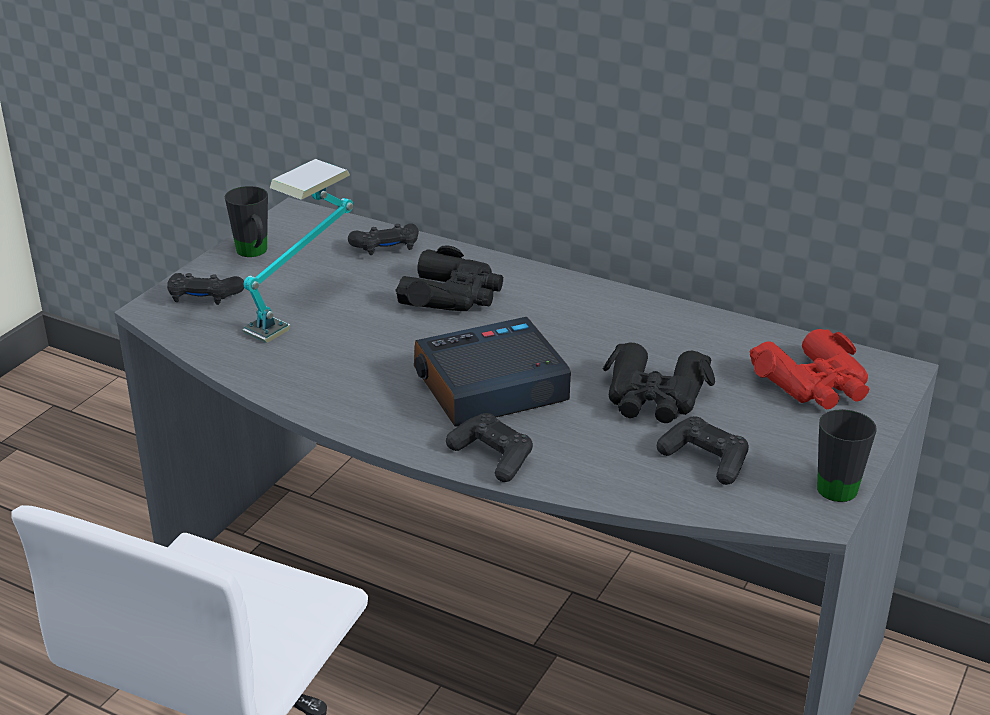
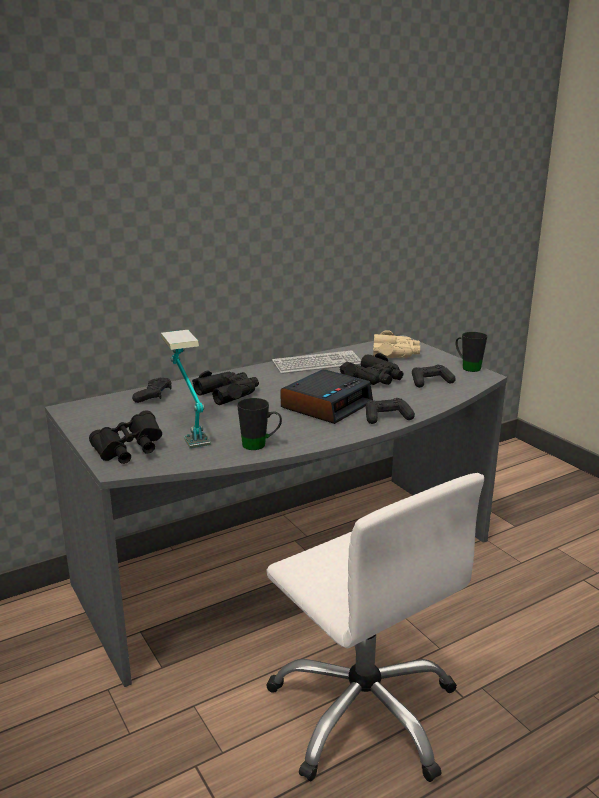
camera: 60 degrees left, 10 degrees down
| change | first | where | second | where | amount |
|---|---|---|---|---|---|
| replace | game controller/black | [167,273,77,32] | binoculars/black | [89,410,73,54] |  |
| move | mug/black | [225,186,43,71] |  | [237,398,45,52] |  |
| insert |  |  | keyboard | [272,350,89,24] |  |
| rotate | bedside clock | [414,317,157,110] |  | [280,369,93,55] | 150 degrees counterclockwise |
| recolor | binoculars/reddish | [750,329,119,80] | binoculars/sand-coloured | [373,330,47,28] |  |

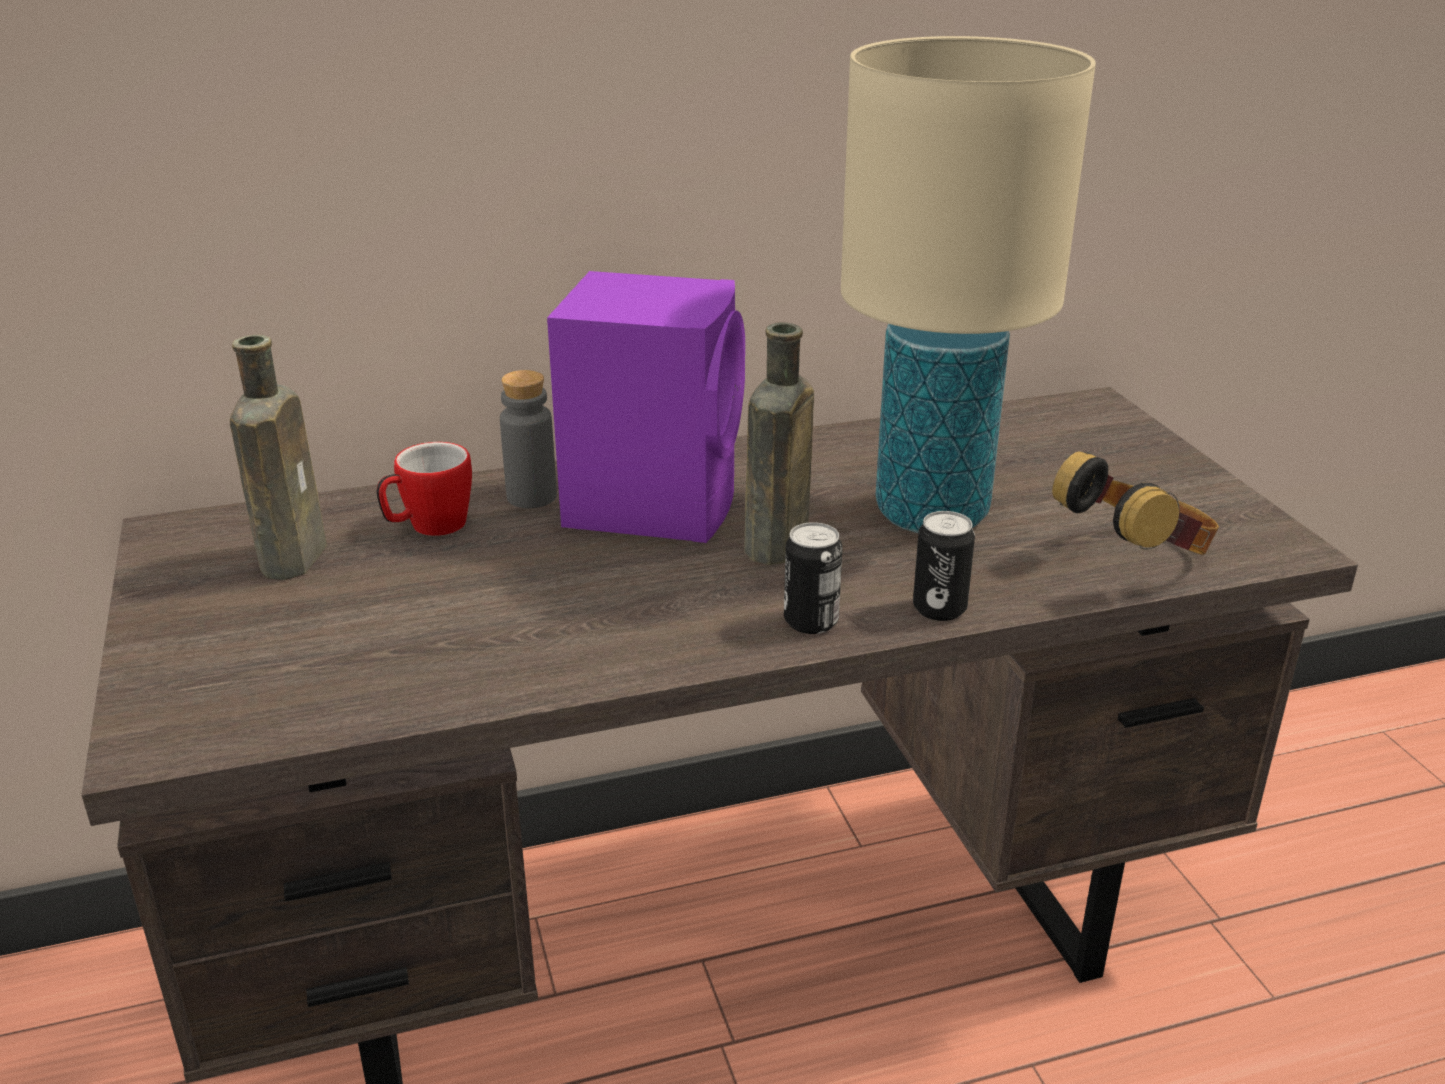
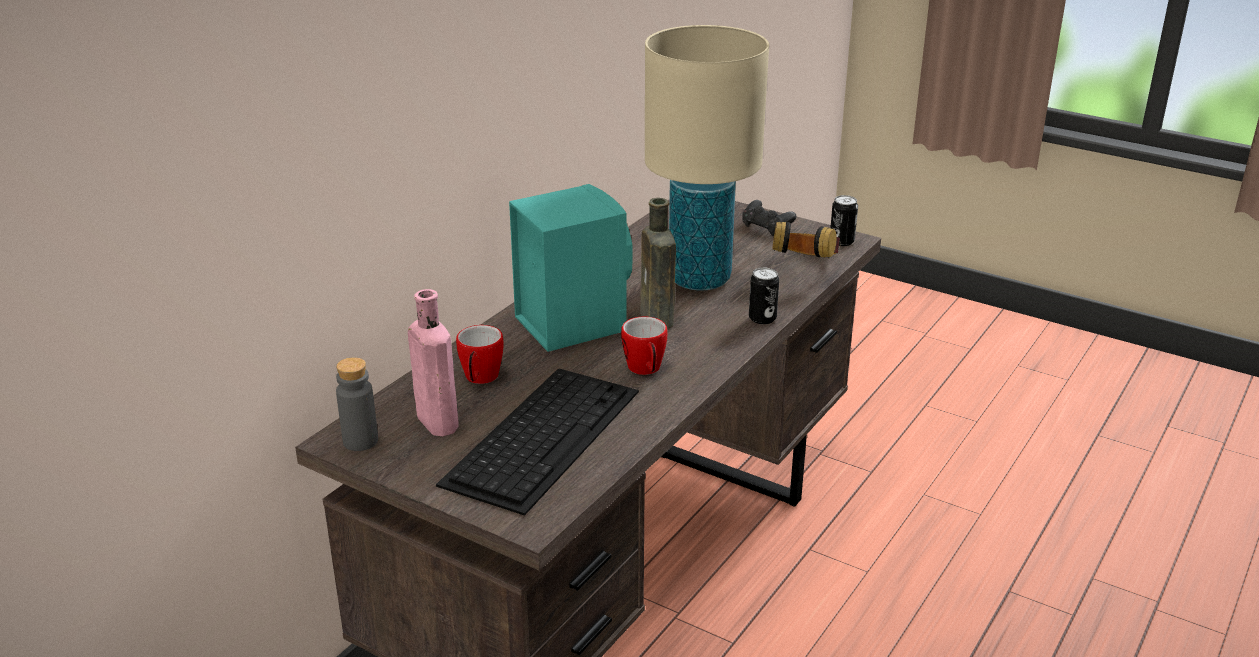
camera: 40 degrees left, 0 degrees up
| change | first | where | second | where | amount |
|---|---|---|---|---|---|
| move | beverage bottle/greyish | [500,370,57,138] |  | [336,357,42,94] |  |
| recolor | beverage bottle/brownish | [230,335,97,245] | beverage bottle/pink-coloured | [408,289,51,147] |  |
| insert |  |  | keyboard | [436,368,203,148] |  |
| recolor | audio speaker/purple-coloured | [547,271,198,272] | audio speaker/turquoise | [509,184,123,168] |  |
| insert |  |  | mug | [621,317,46,58] |  |
| insert |  |  | game controller/black | [742,200,55,36] |  |
| move | can | [784,522,59,112] |  | [830,195,28,51] |  |

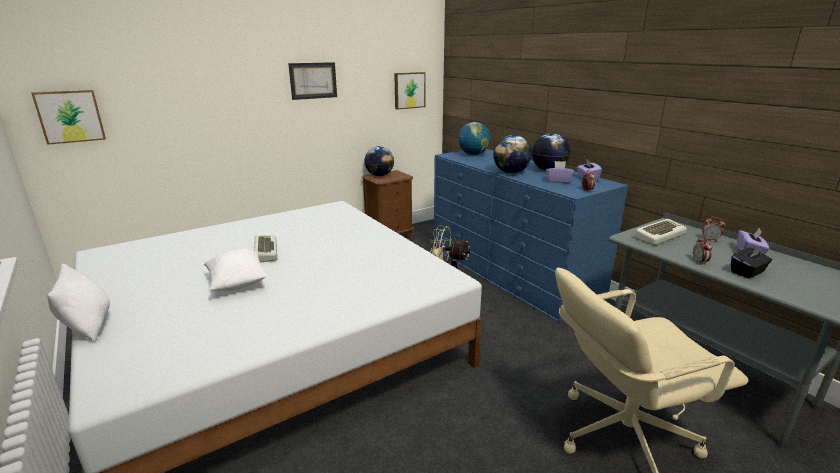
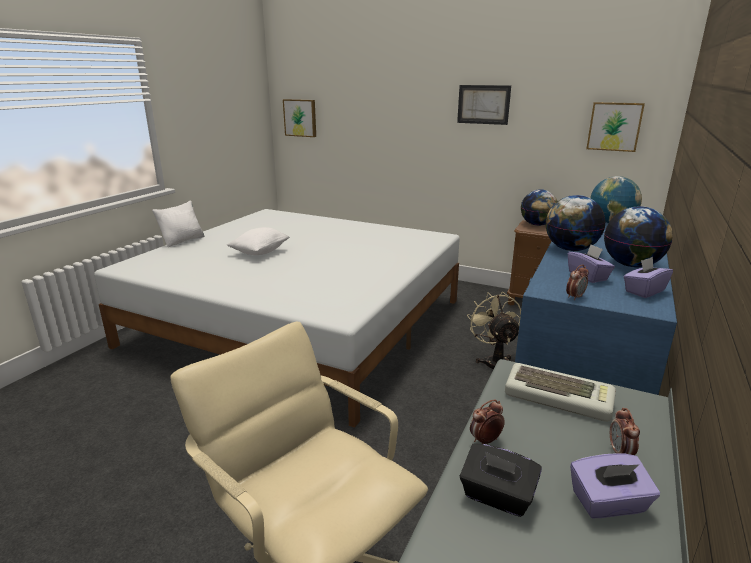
camera: 60 degrees right, 0 degrees up
| change | first | where | second | where | amount |
|---|---|---|---|---|---|
| delete | keyboard | [254,235,23,27] |  |  |  |

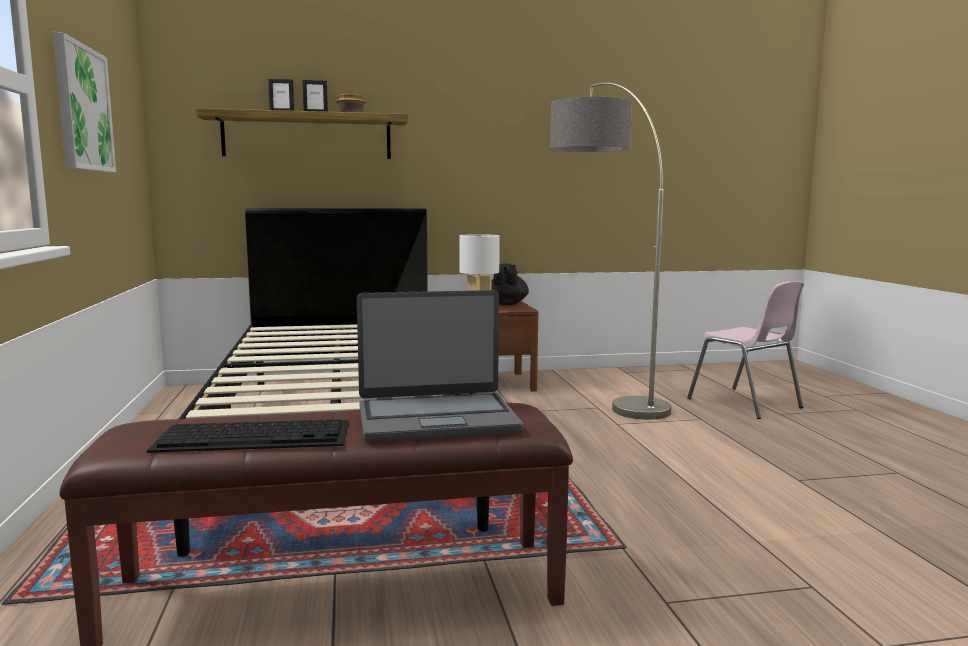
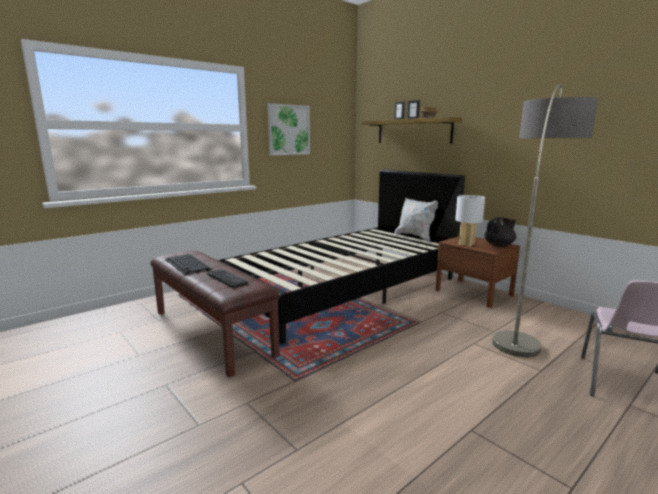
camera: 60 degrees right, 5 degrees up
| change | first | where | second | where | amount |
|---|---|---|---|---|---|
| replace | laptop | [357,290,166,152] | keyboard | [207,269,41,19] |  |
| insert |  |  | pillow/white | [394,197,44,45] |  |

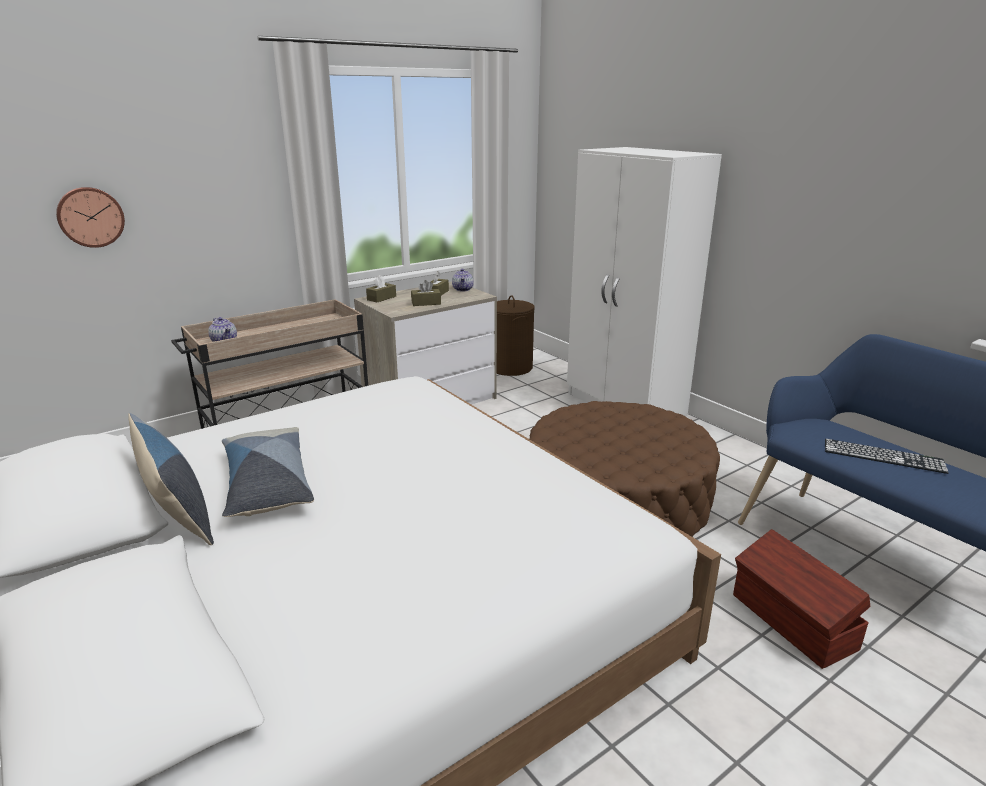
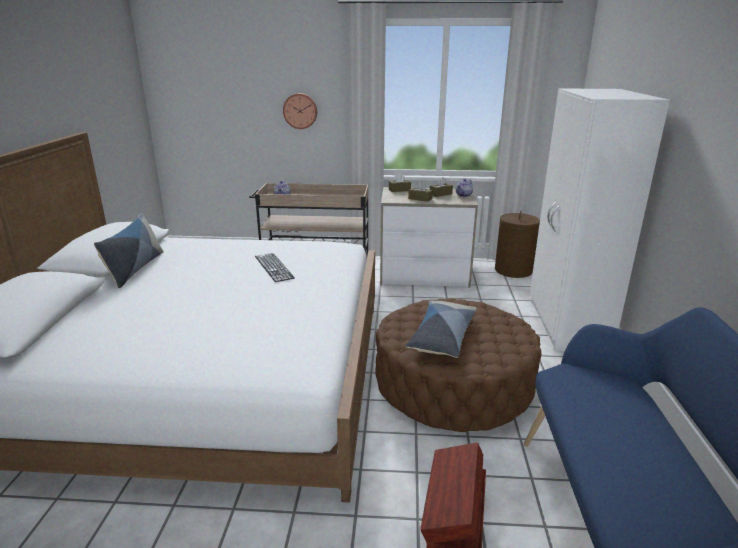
camera: 40 degrees right, 0 degrees up
| change | first | where | second | where | amount |
|---|---|---|---|---|---|
| move | keyboard | [825,439,124,35] |  | [255,253,40,29] |  |
| move | clock on the wall | [56,187,69,61] |  | [283,93,34,36] |  |
| move | pillow | [222,427,92,90] |  | [405,300,72,58] |  |

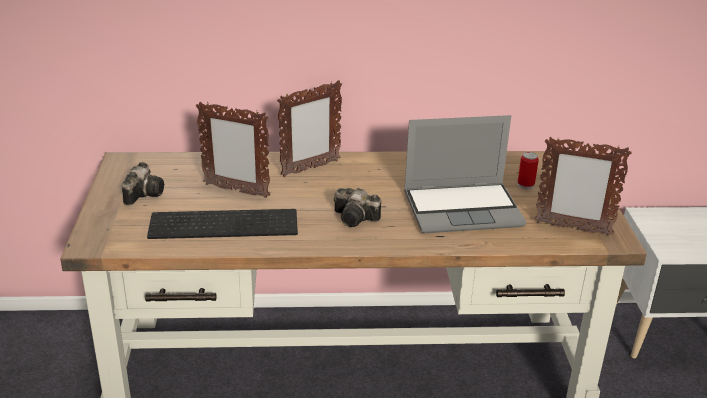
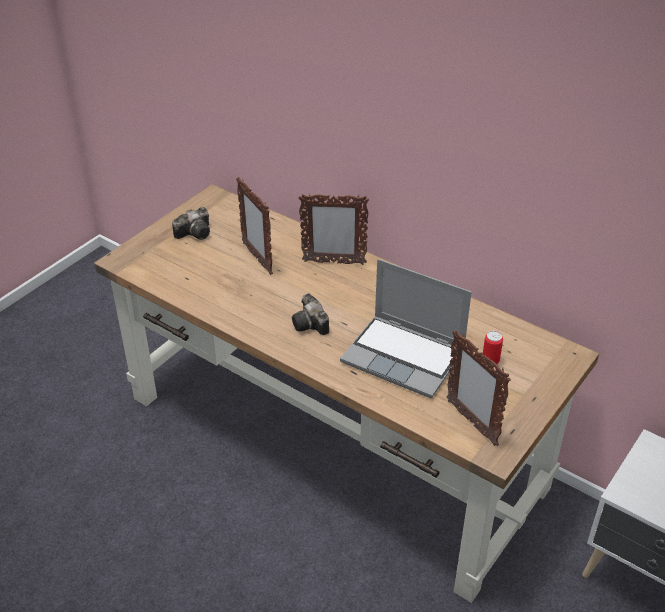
camera: 40 degrees right, 10 degrees up
| change | first | where | second | where | amount |
|---|---|---|---|---|---|
| delete | keyboard | [147,209,151,30] |  |  |  |

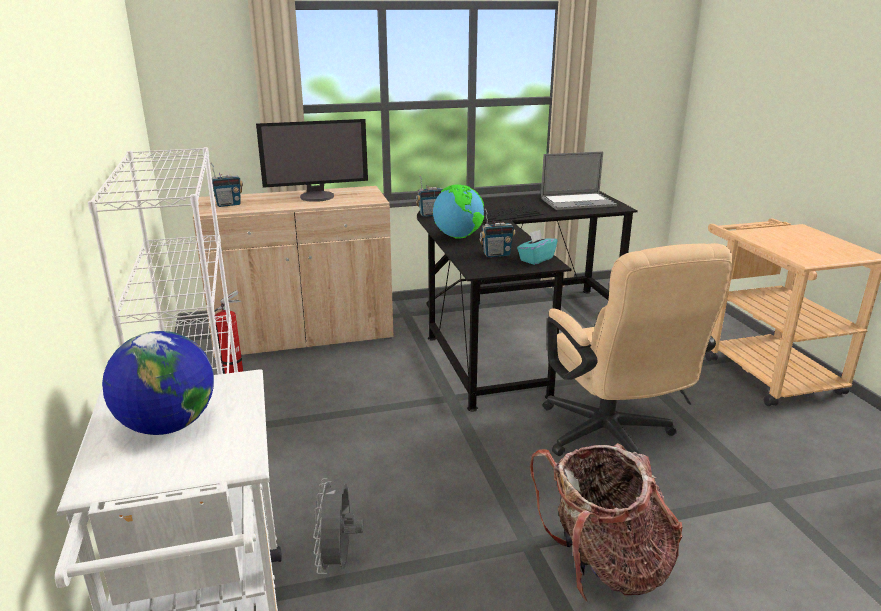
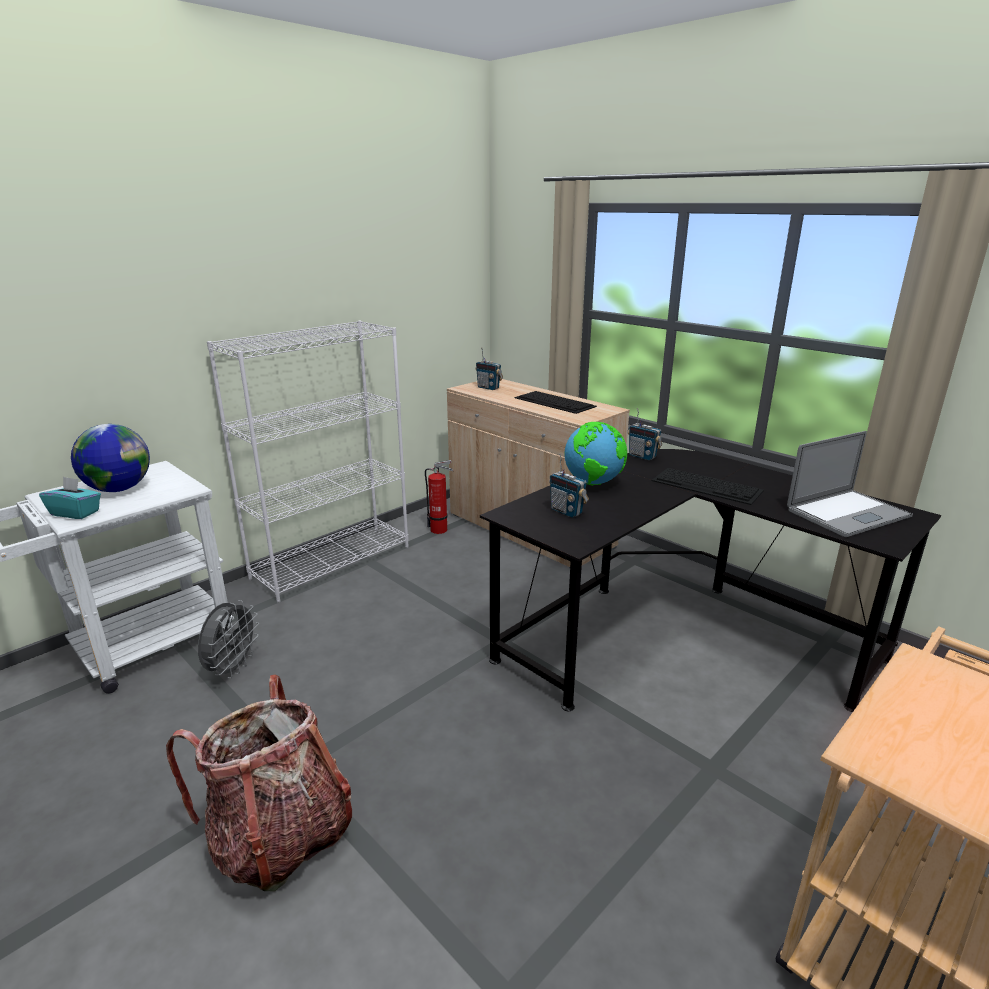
camera: 60 degrees right, 0 degrees up
| change | first | where | second | where | amount |
|---|---|---|---|---|---|
| move | box of tissues/turquoise | [517,230,41,35] |  | [39,477,62,42] |  |
| rotate | cooling fan/greyish | [313,478,51,96] |  | [198,600,61,78] | 135 degrees clockwise |
| replace | computer display | [256,119,112,83] | keyboard | [514,391,83,23] |  |
| rotate | laptop | [541,151,76,59] |  | [787,431,126,106] | 75 degrees counterclockwise |
| delete | computer chair/sand-coloured | [542,243,191,213] |  |  |  |

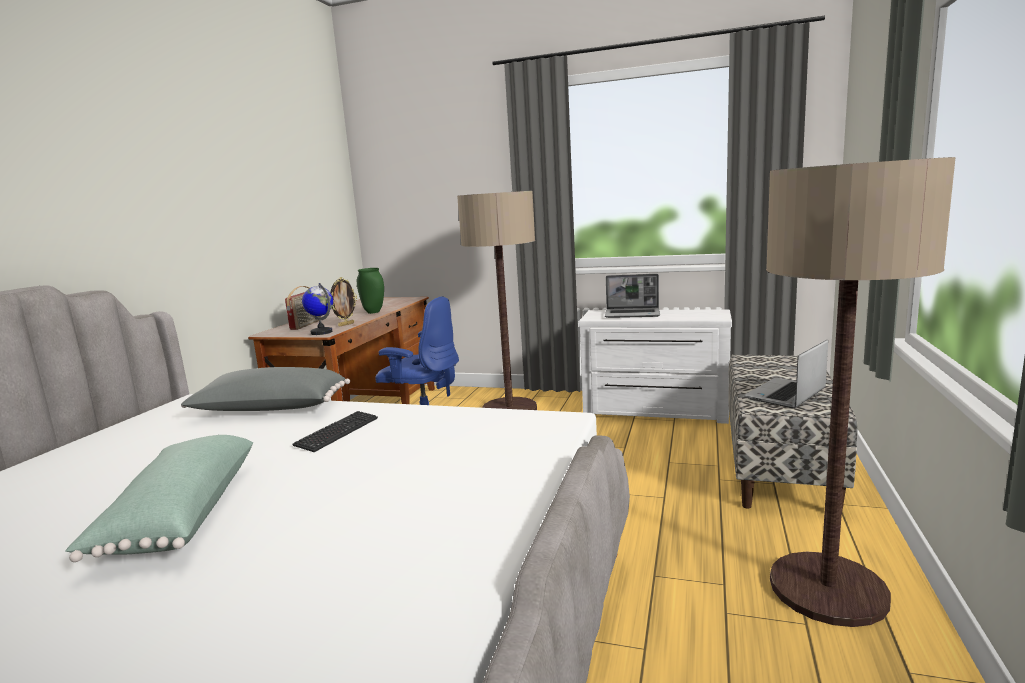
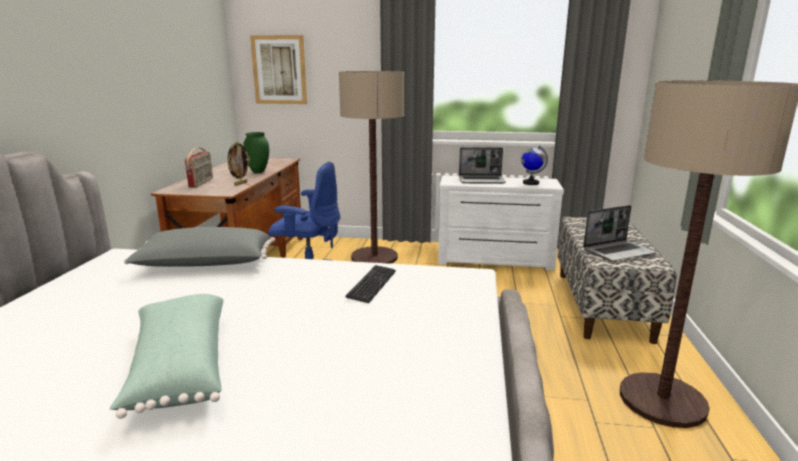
camera: 10 degrees left, 5 degrees up
| change | first | where | second | where | amount |
|---|---|---|---|---|---|
| insert |  |  | wall picture | [250,35,57,69] |  |
| move | keyboard | [292,411,86,41] |  | [345,265,51,38] |  |
| move | world globe | [302,283,31,52] |  | [521,145,27,40] |  |
| rotate | laptop | [744,340,84,68] |  | [583,205,73,56] | 150 degrees counterclockwise |

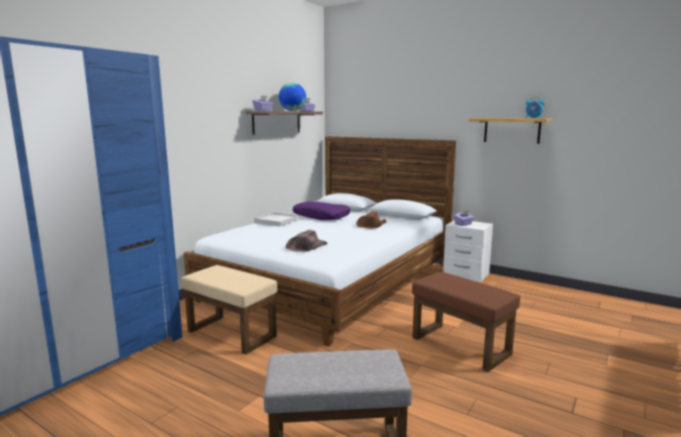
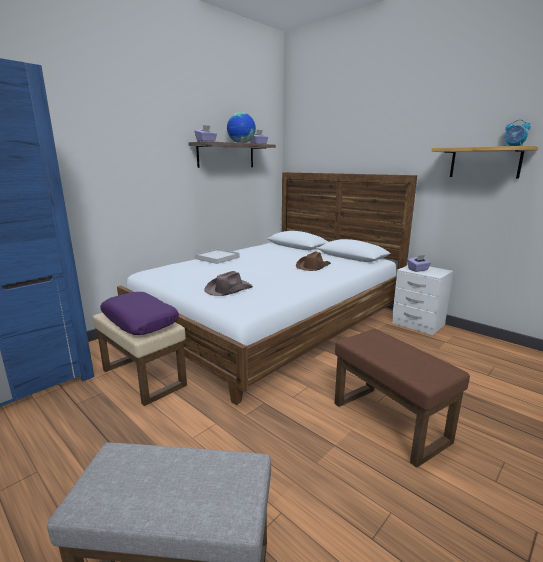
camera: 10 degrees right, 5 degrees up
| change | first | where | second | where | amount |
|---|---|---|---|---|---|
| move | pillow/purple-coloured | [293,201,58,19] |  | [100,292,79,43] |  |

